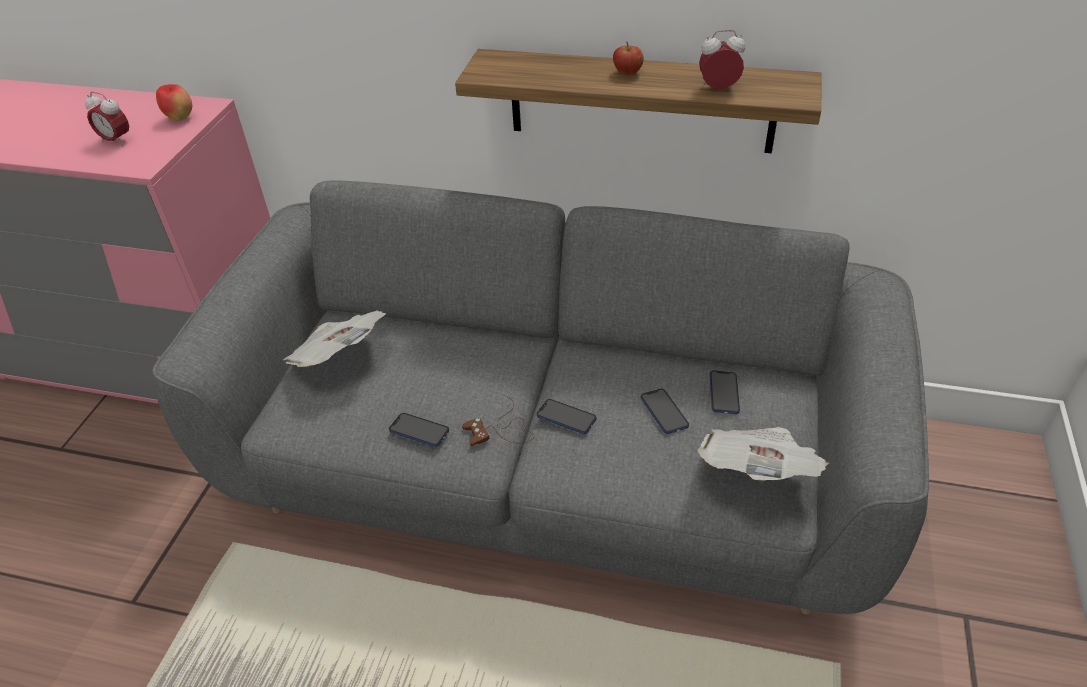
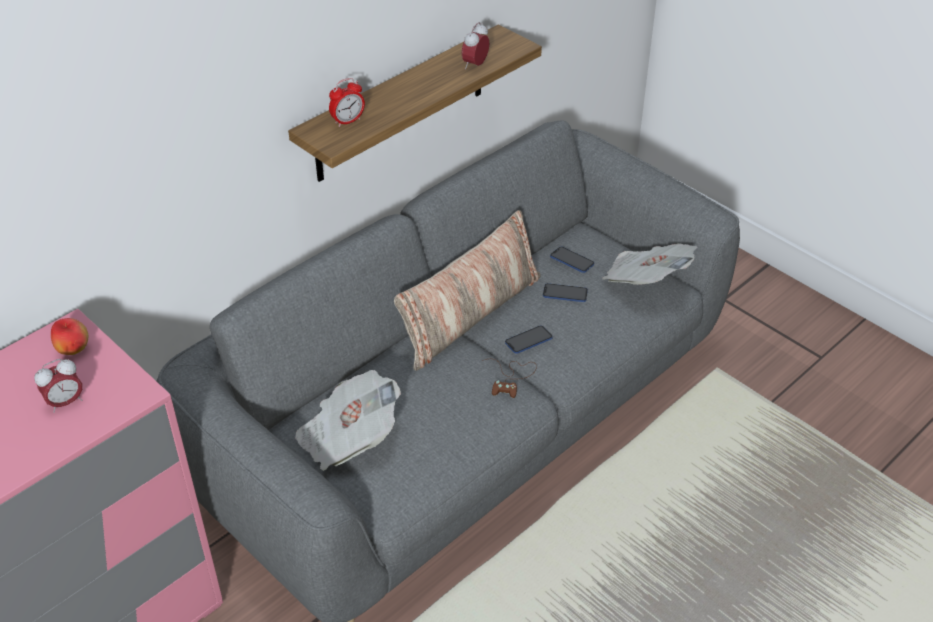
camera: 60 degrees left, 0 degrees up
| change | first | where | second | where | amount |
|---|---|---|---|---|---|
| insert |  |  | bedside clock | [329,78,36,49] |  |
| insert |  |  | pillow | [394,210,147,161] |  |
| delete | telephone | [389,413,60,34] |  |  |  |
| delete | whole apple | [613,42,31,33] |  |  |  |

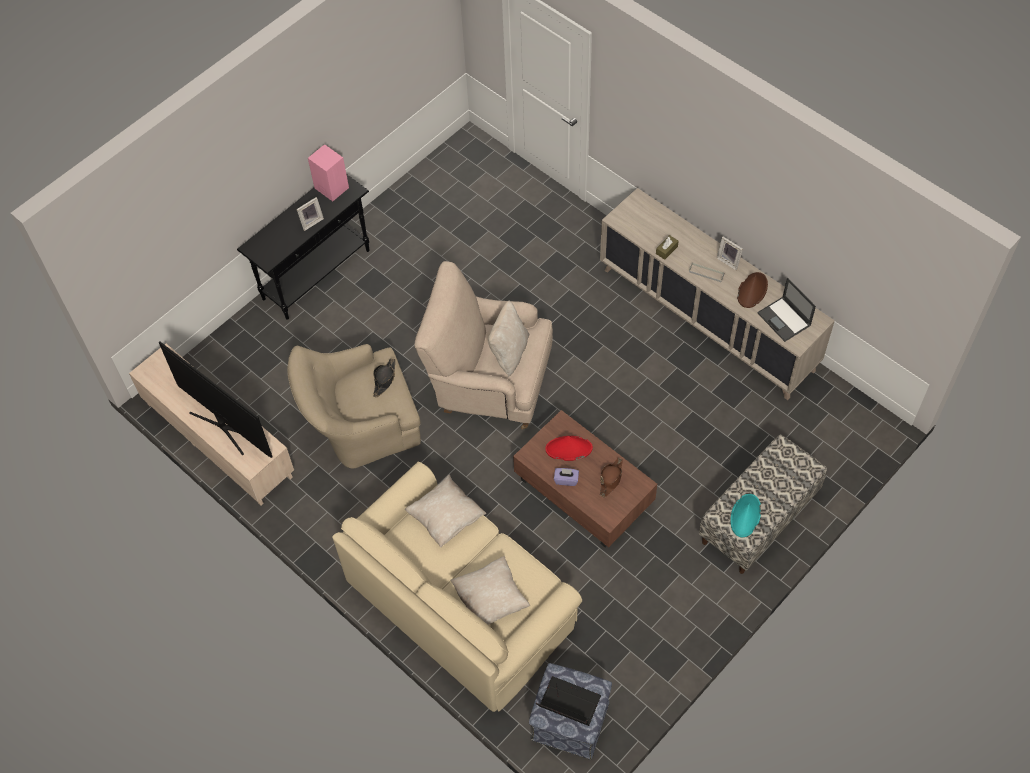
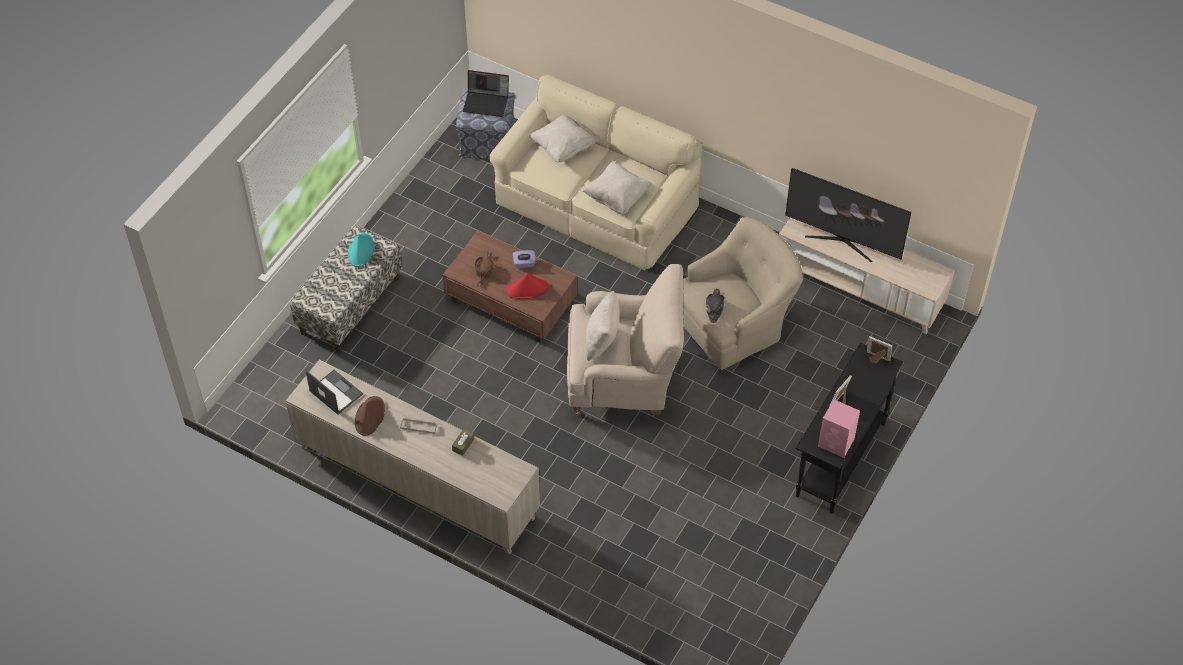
camera: 165 degrees right, 5 degrees down
| change | first | where | second | where | amount |
|---|---|---|---|---|---|
| move | standing frame | [717,237,26,33] |  | [867,336,25,27] |  |

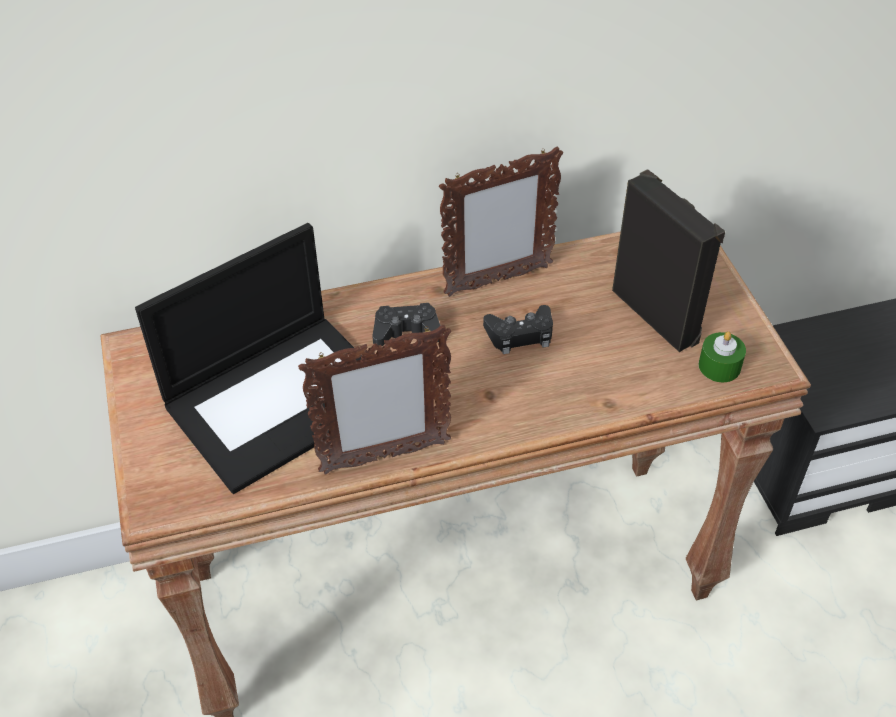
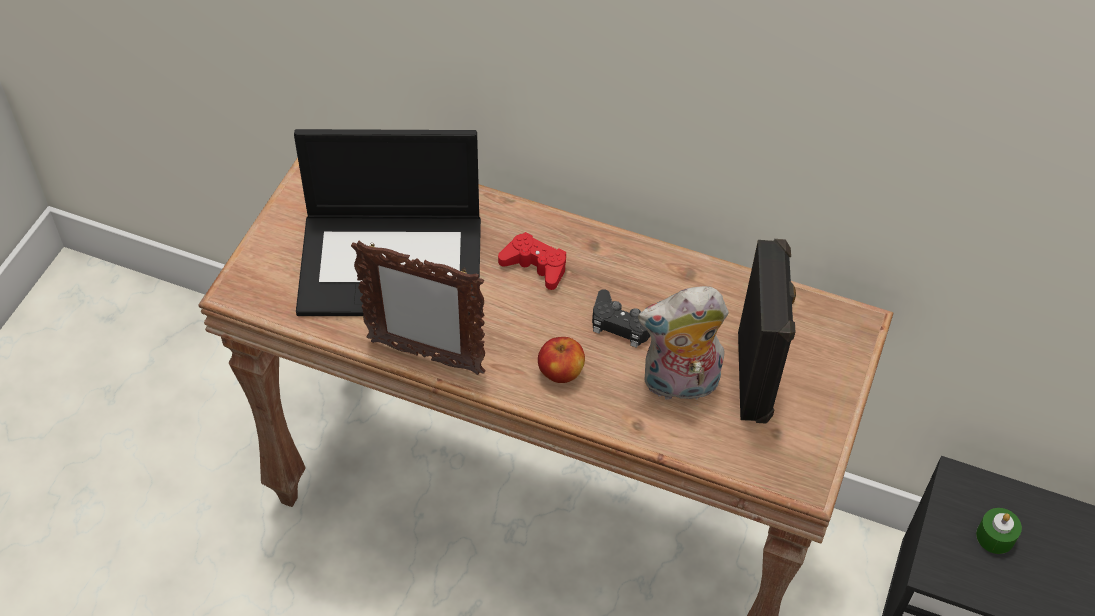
camera: 35 degrees right, 5 degrees up
| change | first | where | second | where | amount |
|---|---|---|---|---|---|
| recolor | game controller/black | [372,303,69,43] | game controller/reddish | [498,232,68,58] |  |
| insert |  |  | whole apple | [538,337,47,46] |  |
| insert |  |  | cuddly toy | [638,286,91,114] |  |
| move | candle/green-coloured | [698,331,48,51] |  | [976,508,46,46] |  |
| delete | standing frame | [439,147,124,150] |  |  |  |

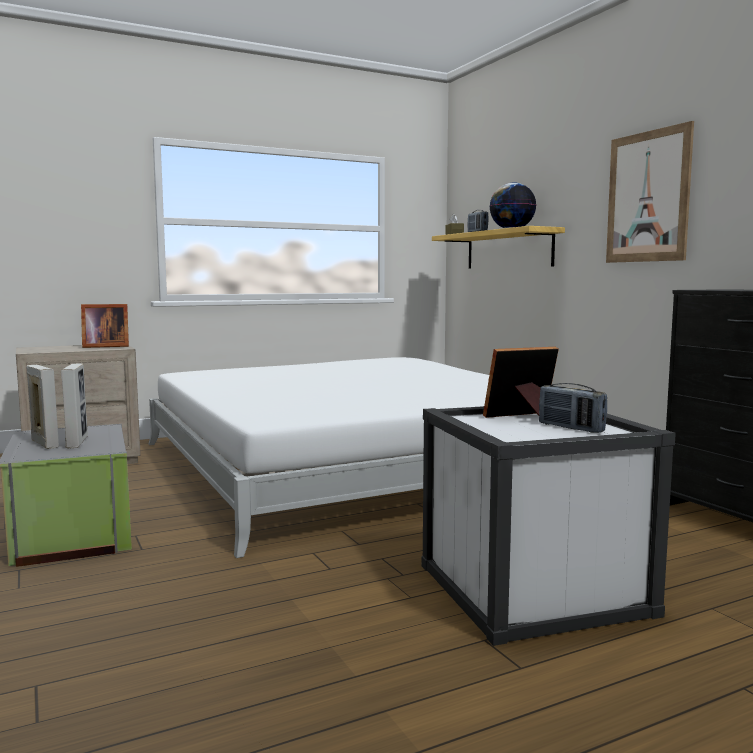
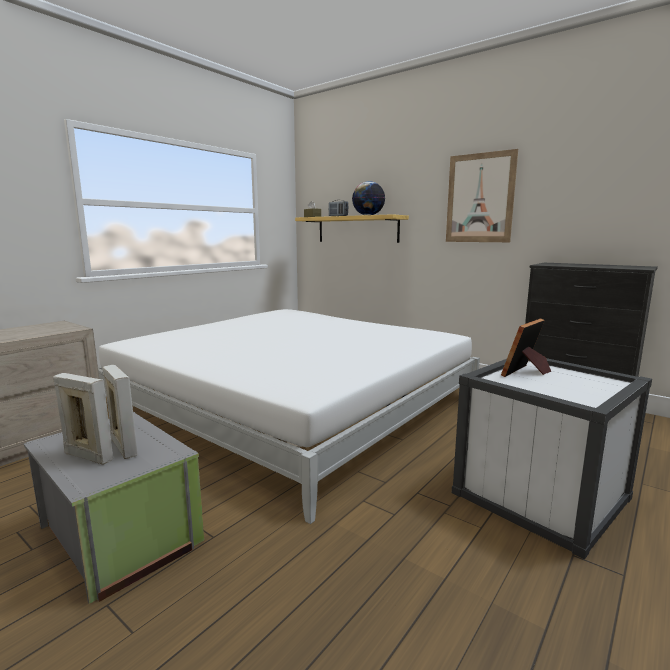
camera: 25 degrees left, 5 degrees up
| change | first | where | second | where | amount |
|---|---|---|---|---|---|
| delete | standing frame | [81,304,48,44] |  |  |  |
| delete | radio | [539,383,68,50] |  |  |  |

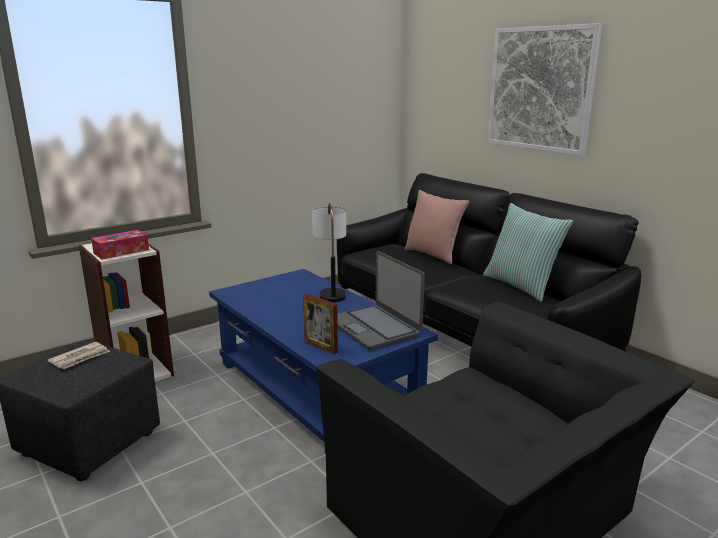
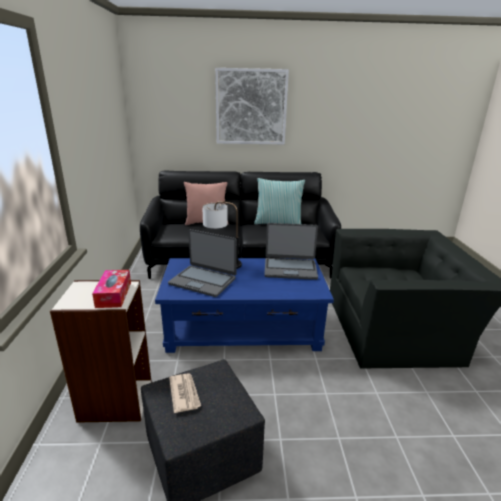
camera: 55 degrees left, 5 degrees up
| change | first | where | second | where | amount |
|---|---|---|---|---|---|
| insert |  |  | laptop | [168,229,69,68] |  |
| delete | standing frame | [303,294,35,60] |  |  |  |

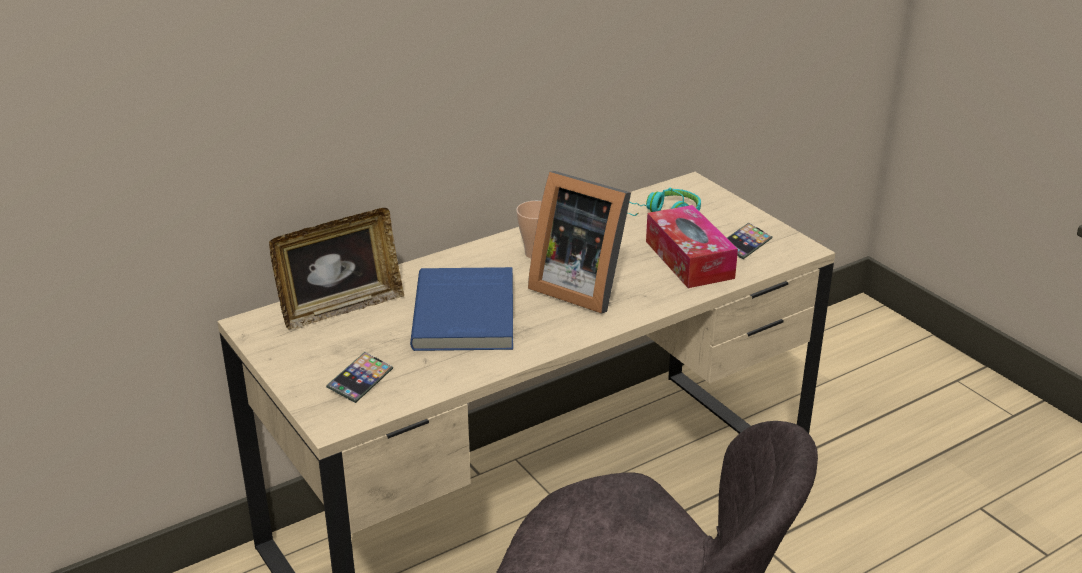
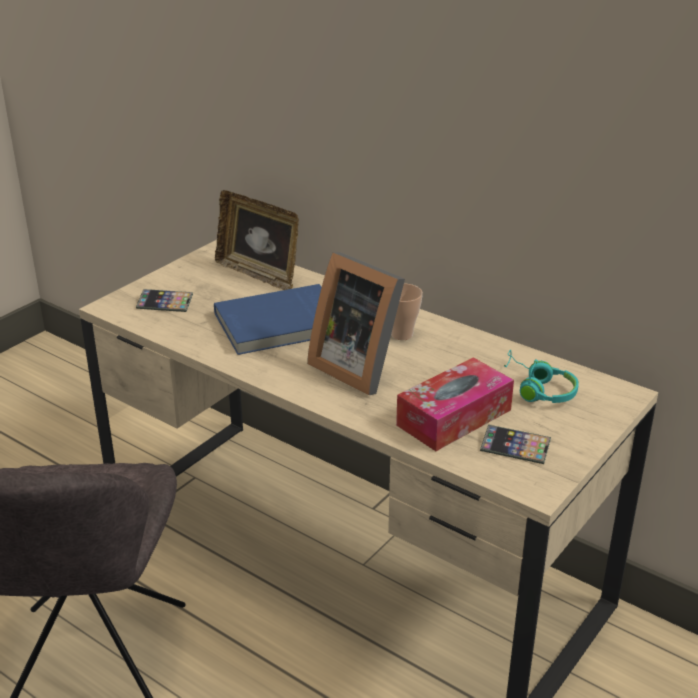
camera: 70 degrees right, 0 degrees up
| change | first | where | second | where | amount |
|---|---|---|---|---|---|
| rotate | standing frame | [528,171,103,143] |  | [307,252,98,143] | 60 degrees counterclockwise |

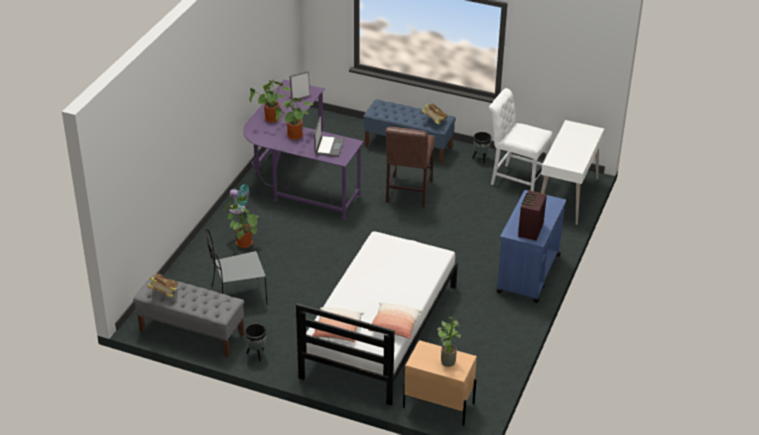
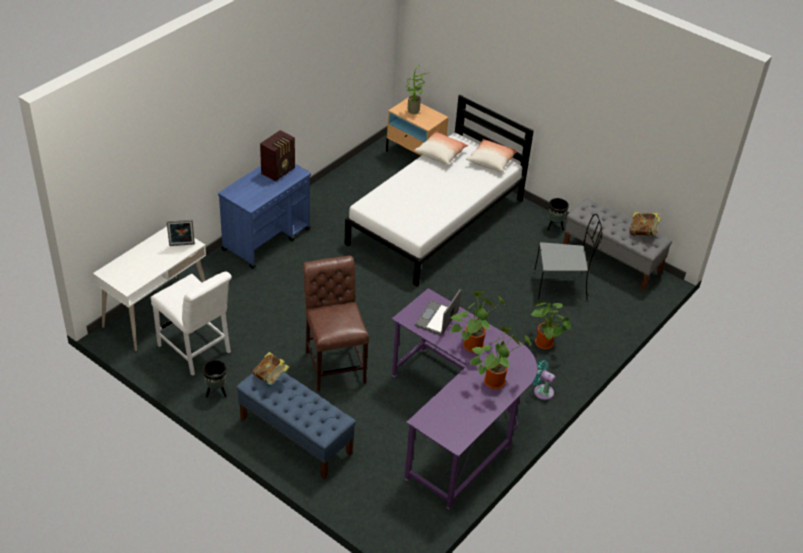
camera: 165 degrees left, 5 degrees up
| change | first | where | second | where | amount |
|---|---|---|---|---|---|
| move | standing frame | [290,71,20,29] |  | [167,220,28,26] |  |
| rotate | chair/brownish | [385,127,50,81] |  | [303,256,66,136] | 45 degrees counterclockwise |

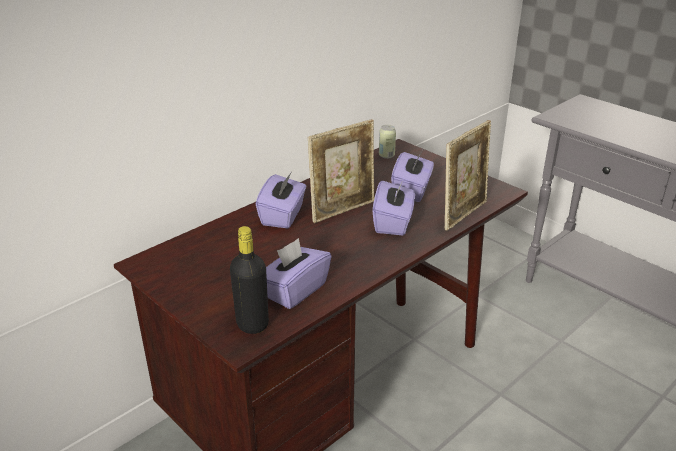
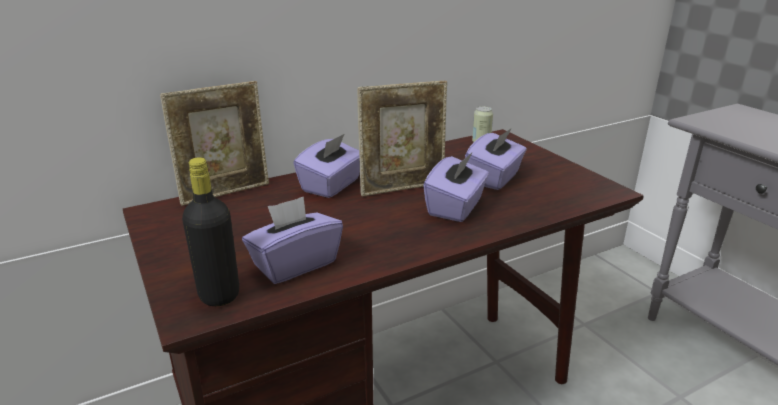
camera: 15 degrees right, 5 degrees down
| change | first | where | second | where | amount |
|---|---|---|---|---|---|
| move | standing frame | [445,120,46,111] |  | [160,81,109,125] |  |

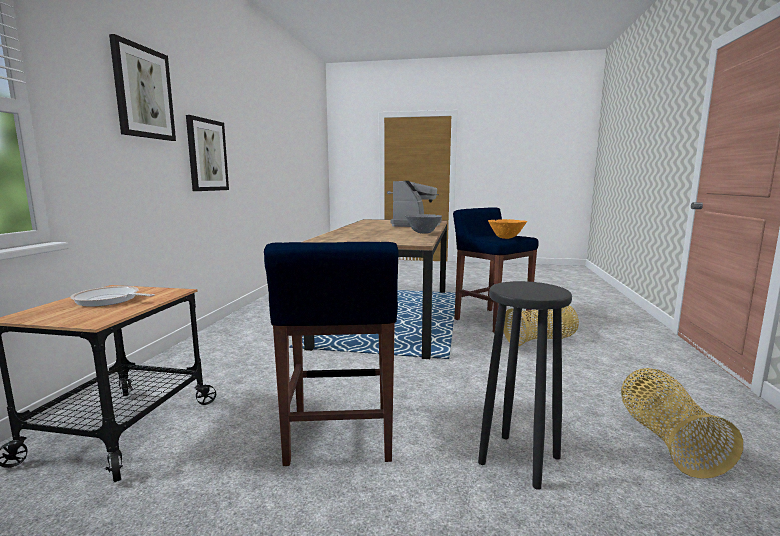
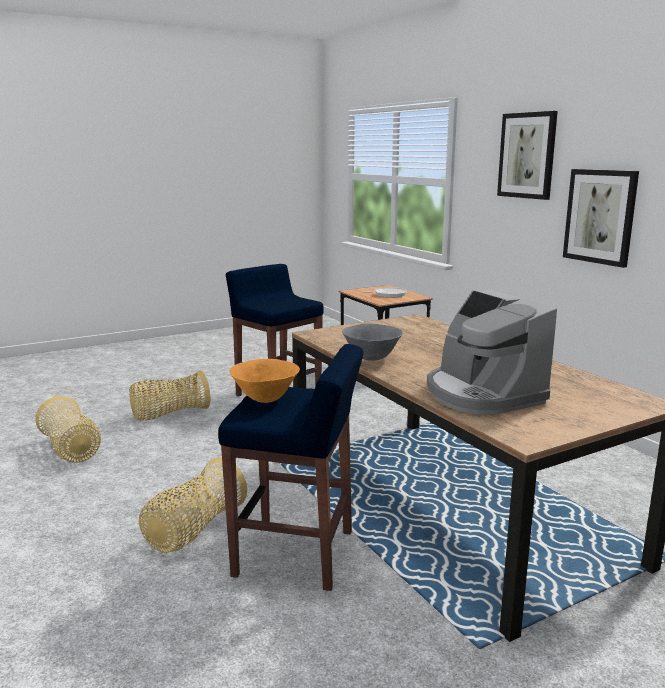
camera: 140 degrees right, 5 degrees up
| change | first | where | second | where | amount |
|---|---|---|---|---|---|
| replace | stool/black | [478,281,94,209] | storage basket | [129,370,81,51] |  |

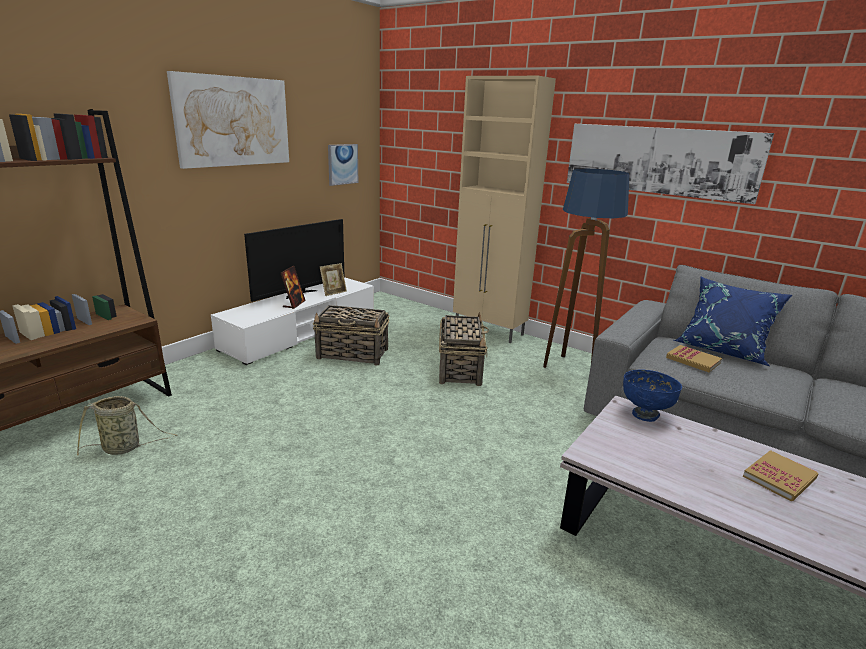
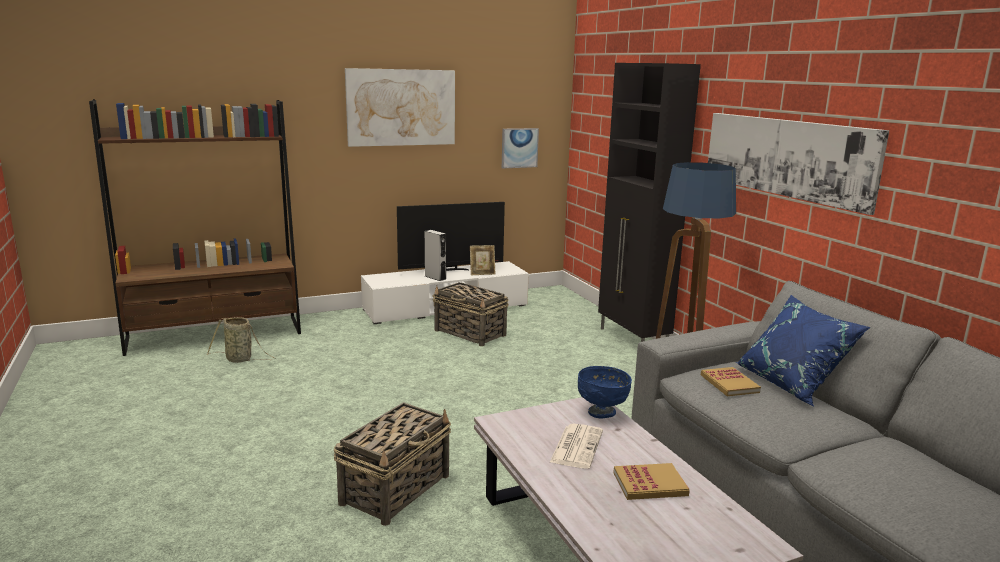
camera: 30 degrees right, 5 degrees down
| change | first | where | second | where | amount |
|---|---|---|---|---|---|
| move | storage basket | [439,312,50,74] |  | [334,402,117,124] |  |
| replace | standing frame | [281,266,25,43] | audio speaker/greyish | [425,230,21,51] |  |
| insert |  |  | printed paper | [550,424,53,45] |  |
| recolor | cabinet/sand-coloured | [453,76,103,267] | cabinet/black | [598,63,103,279] |  |

